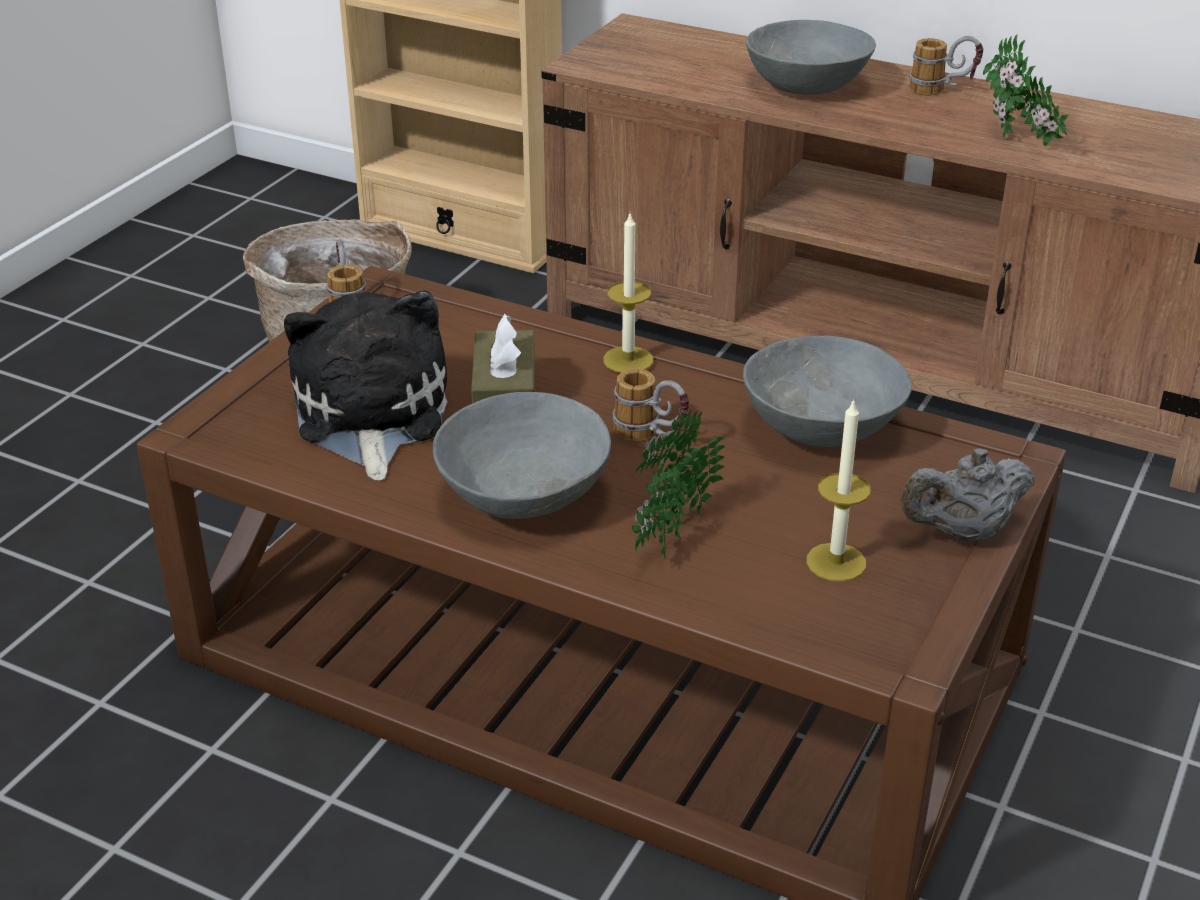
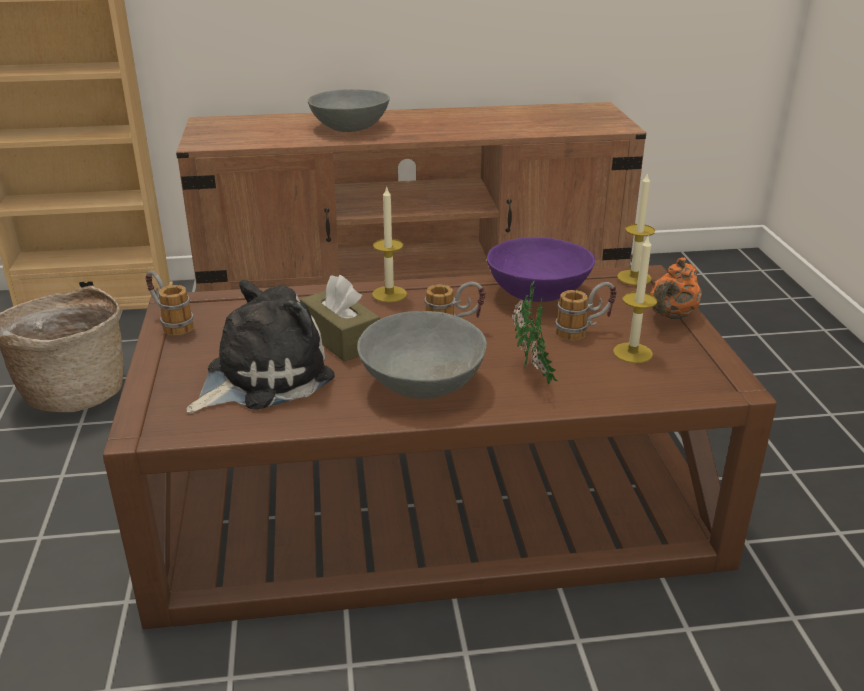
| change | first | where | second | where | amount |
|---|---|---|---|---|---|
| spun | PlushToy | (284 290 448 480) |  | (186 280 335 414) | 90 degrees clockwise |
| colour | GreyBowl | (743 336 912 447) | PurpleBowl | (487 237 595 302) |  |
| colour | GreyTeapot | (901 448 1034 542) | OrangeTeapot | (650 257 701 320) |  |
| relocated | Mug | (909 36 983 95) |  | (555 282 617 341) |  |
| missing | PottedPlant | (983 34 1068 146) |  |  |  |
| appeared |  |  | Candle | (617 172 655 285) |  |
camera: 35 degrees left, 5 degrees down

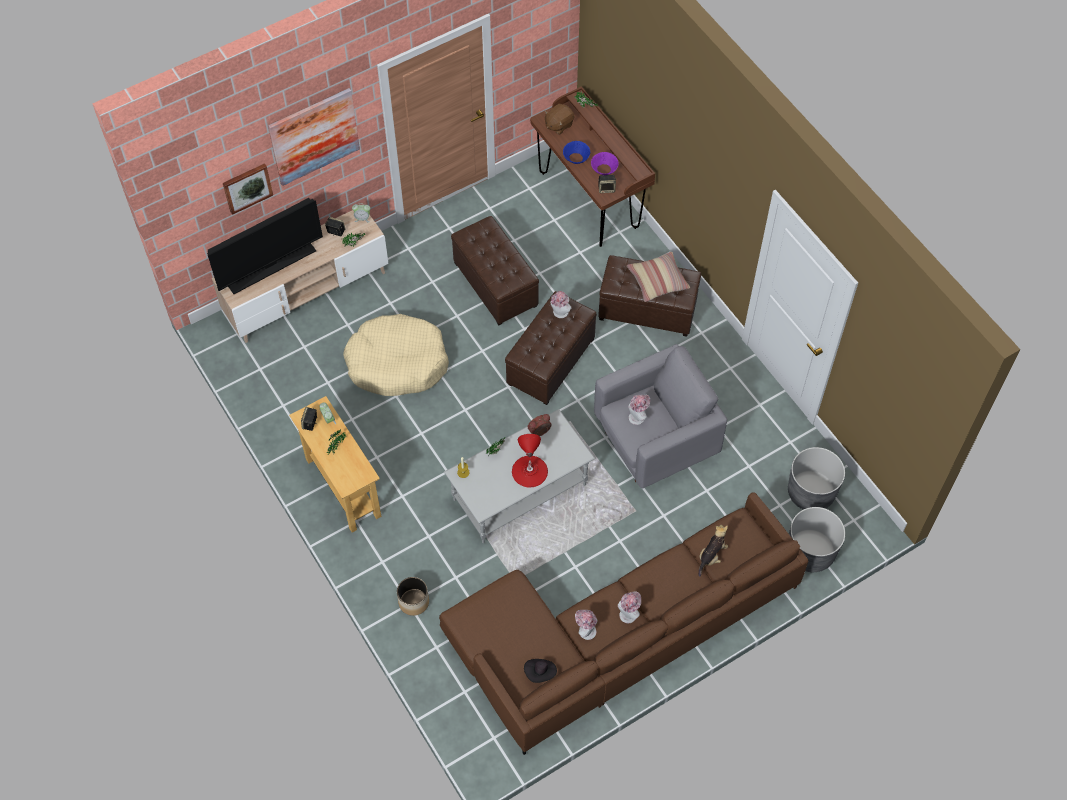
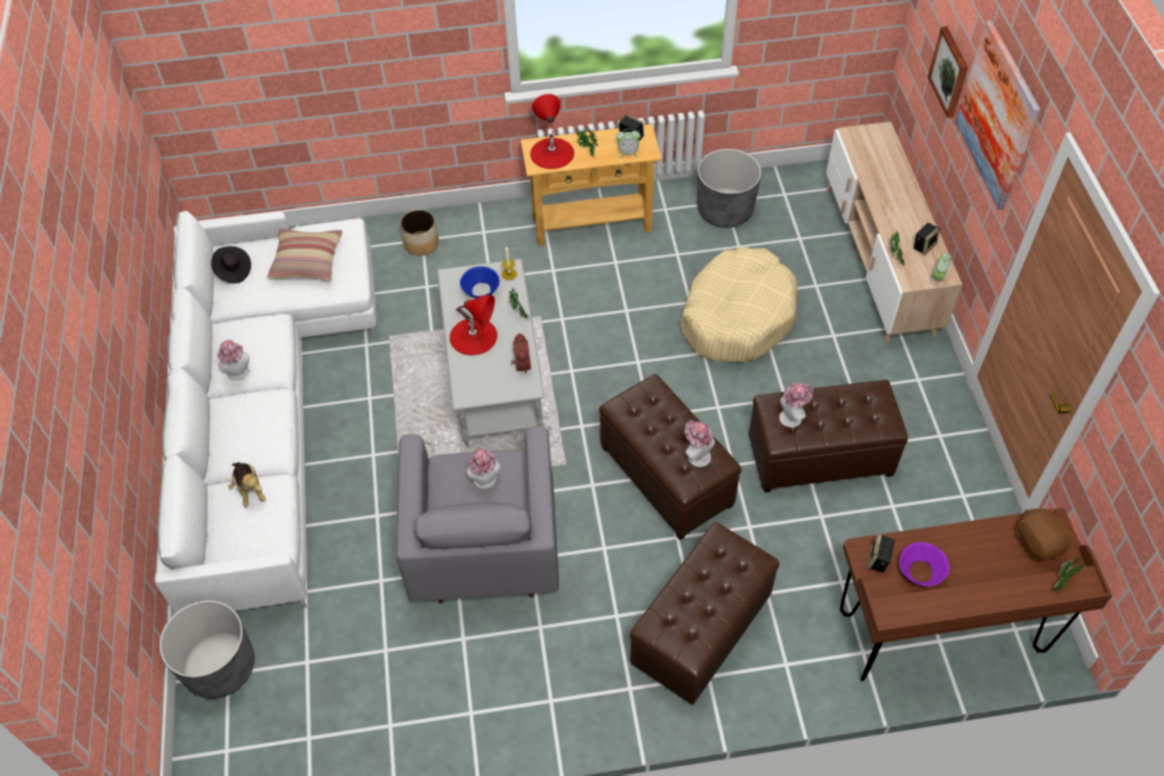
| change | first | where | second | where | amount |
|---|---|---|---|---|---|
| missing | Television | (207 198 323 294) |  |  |  |
| colour | BrownSofa | (439 492 808 755) | WhiteSofa | (155 211 377 613) |  |
| relocated | BlueBowl | (563 141 590 164) |  | (460 266 500 298) |  |
| relocated | Hat | (575 610 597 640) |  | (779 383 813 428) |  |
| relocated | Pillow | (627 252 690 302) |  | (267 229 342 281) |  |
| relocated | GreyPlanter | (788 447 845 509) |  | (697 149 761 228) |  |
| appeared |  |  | RedTableLamp | (530 94 574 169) |  |
camera: 115 degrees right, 5 degrees down

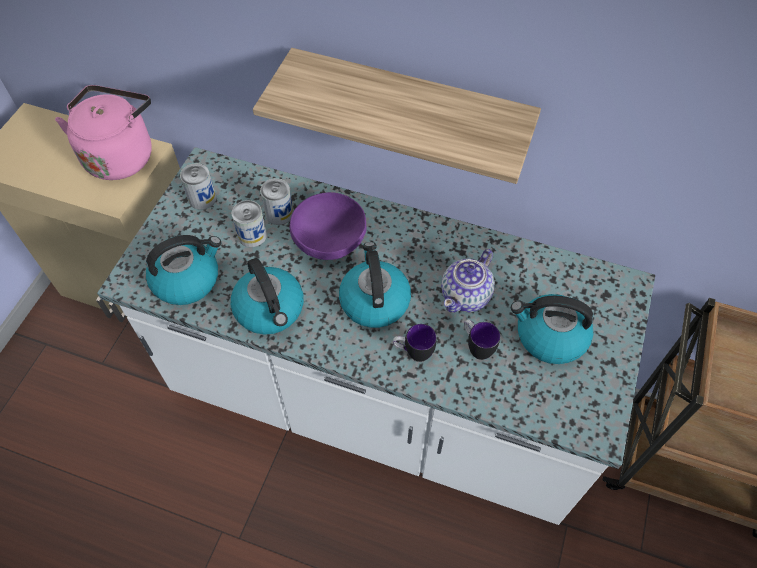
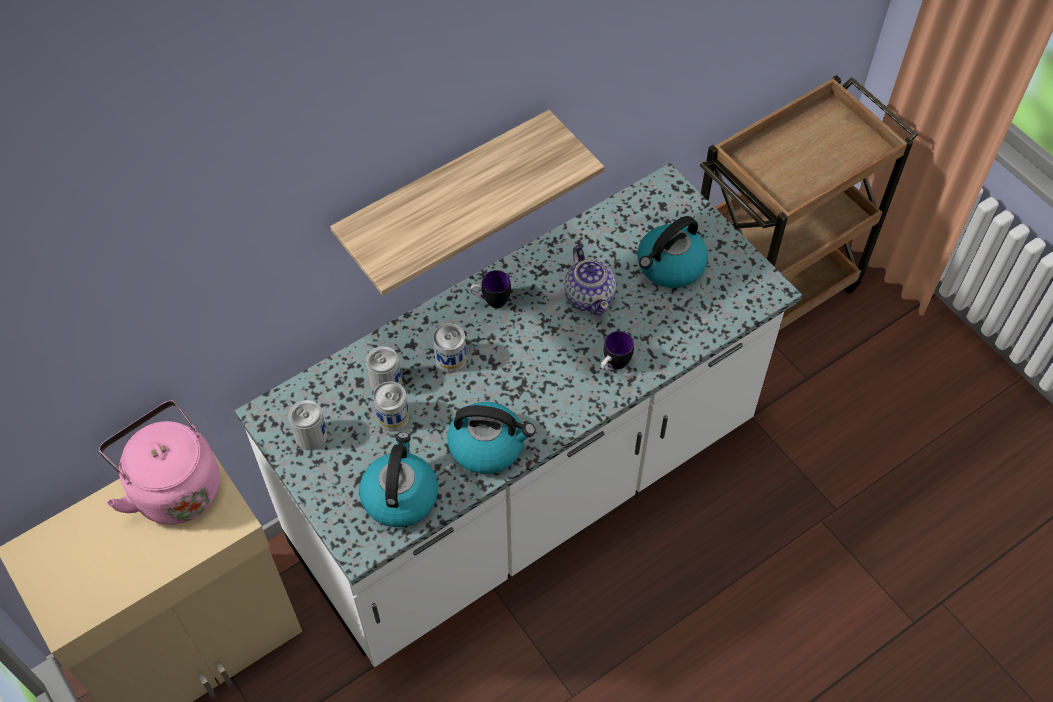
| change | first | where | second | where | amount |
|---|---|---|---|---|---|
| exchanged | PurpleBowl | (290 192 367 260) | Can | (433 323 467 373) |  |
| missing | Kettle | (339 242 411 328) |  |  |  |
| relocated | Mug | (464 319 500 360) |  | (470 270 511 308) |  |
camera: 55 degrees left, 0 degrees up

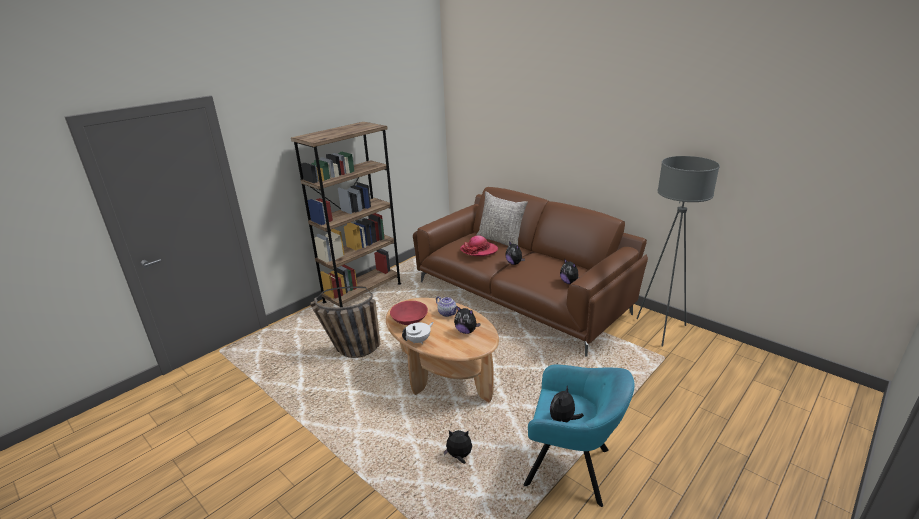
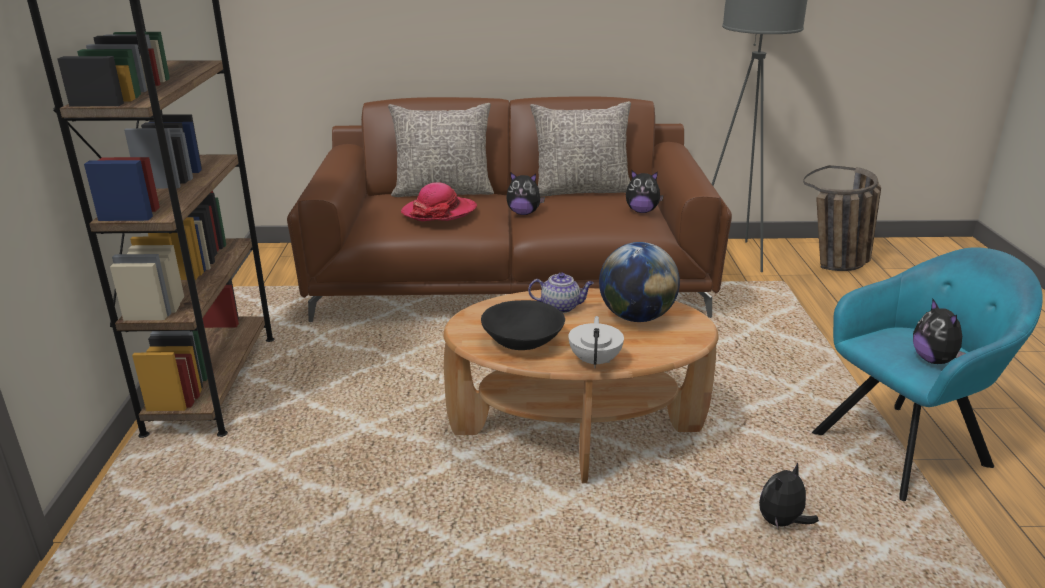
| change | first | where | second | where | amount |
|---|---|---|---|---|---|
| relocated | Basket | (311 286 380 358) |  | (803 165 881 271) |  |
| colour | RedBowl | (390 301 428 325) | BlackBowl | (481 300 565 350) |  |
| exchanged | PlushToy | (454 306 481 334) | Globe | (599 242 680 322) |  |
| appeared |  |  | GreyPillow | (530 101 631 197) |  |
camera: 45 degrees left, 0 degrees up

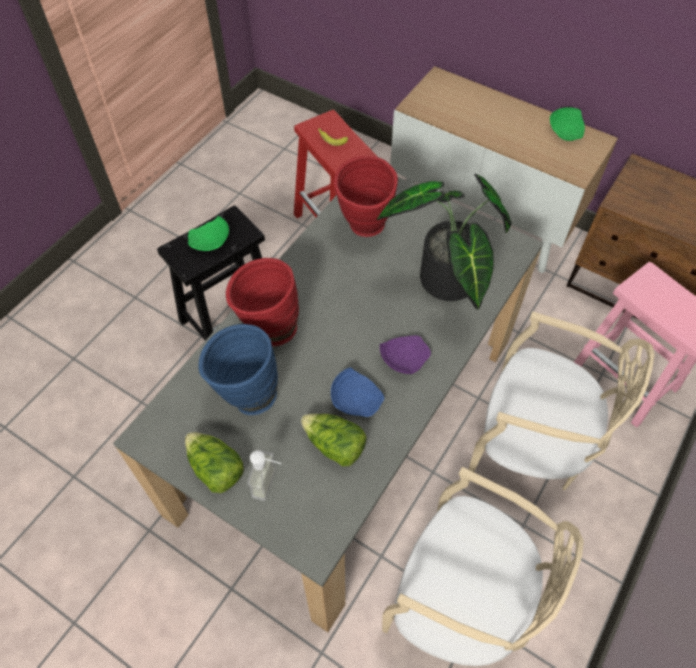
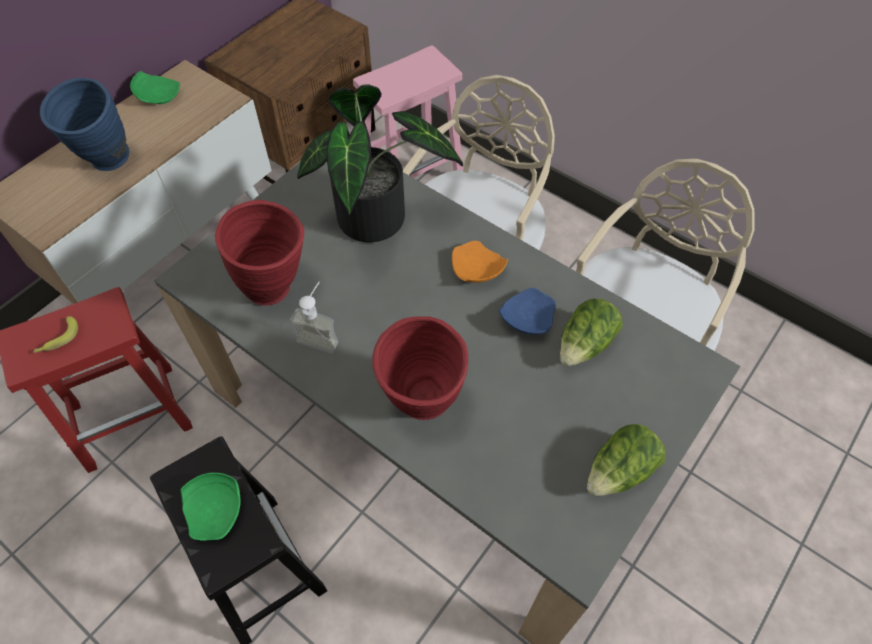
| change | first | where | second | where | amount |
|---|---|---|---|---|---|
| relocated | BlueVase | (199 324 278 415) |  | (40 78 129 171) |  |
| relocated | SoapDispenser | (247 450 282 501) |  | (290 282 338 353) |  |
| colour | PurplePlate | (380 335 431 374) | OrangePlate | (452 241 508 283) |  |
camera: 85 degrees left, 0 degrees up

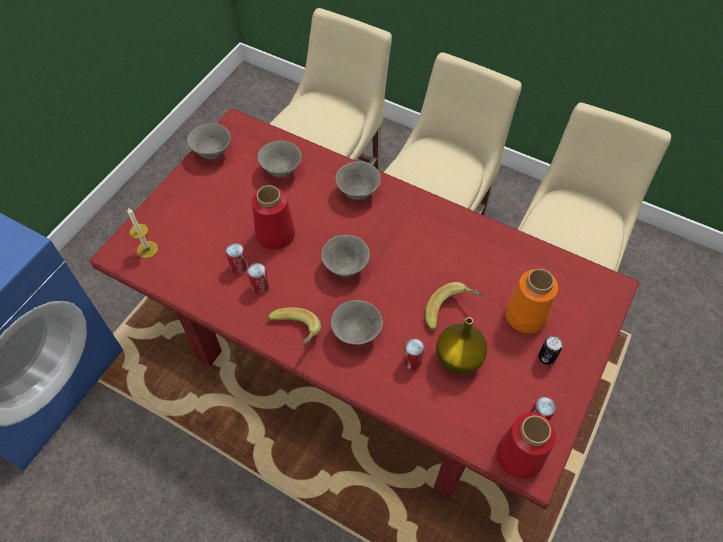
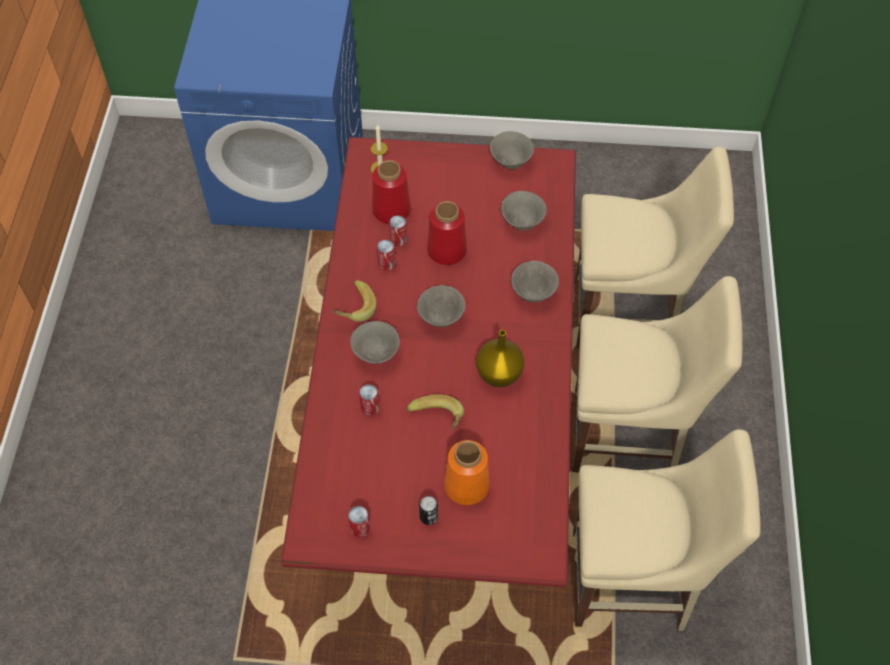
| change | first | where | second | where | amount |
|---|---|---|---|---|---|
| relocated | YellowVase | (436 317 487 374) |  | (476 330 524 387) |  |
| relocated | RedVase | (497 413 556 479) |  | (372 160 411 224) |  |
camera: 65 degrees right, 0 degrees up

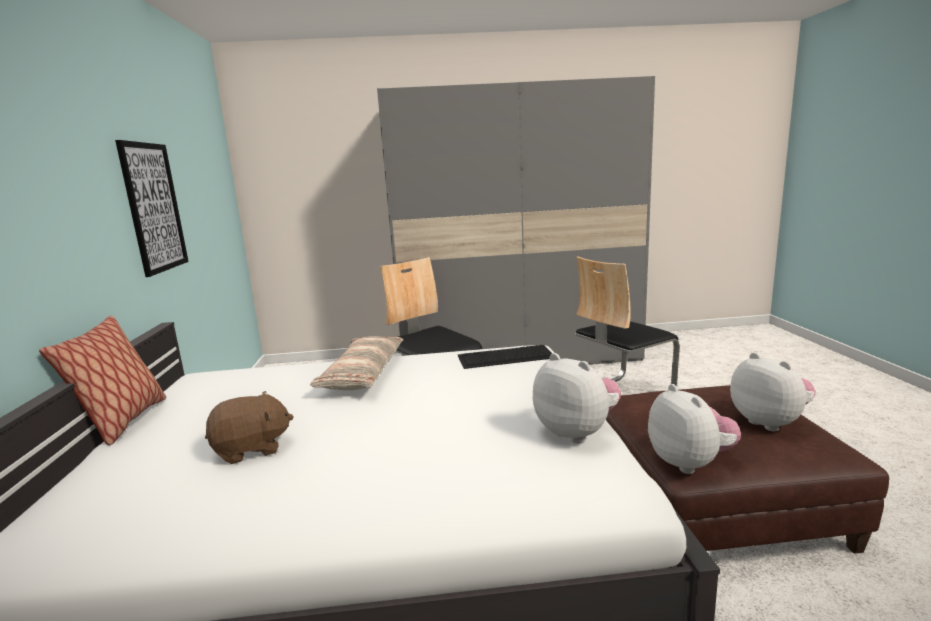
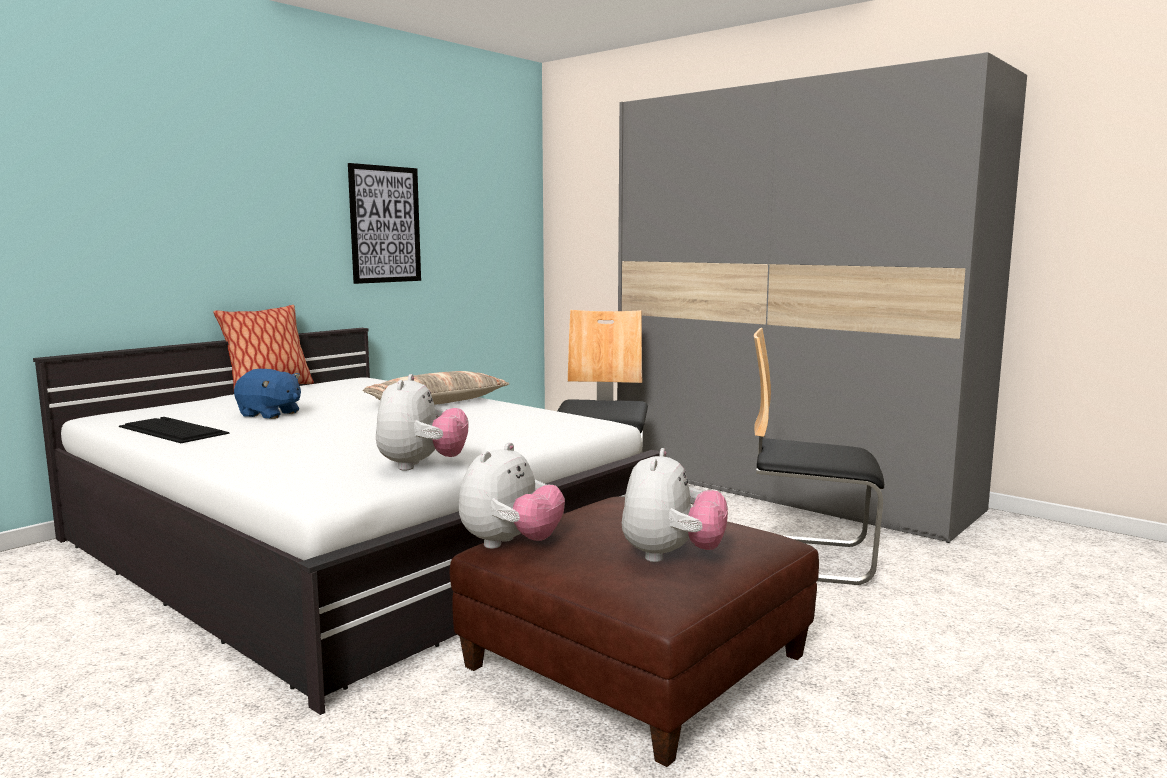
| change | first | where | second | where | amount |
|---|---|---|---|---|---|
| colour | BrownPlushToy | (205 391 294 464) | BluePlushToy | (234 369 301 419) |  |
| relocated | Keyboard | (458 345 552 369) |  | (119 417 230 443) |  |
camera: 45 degrees right, 5 degrees down

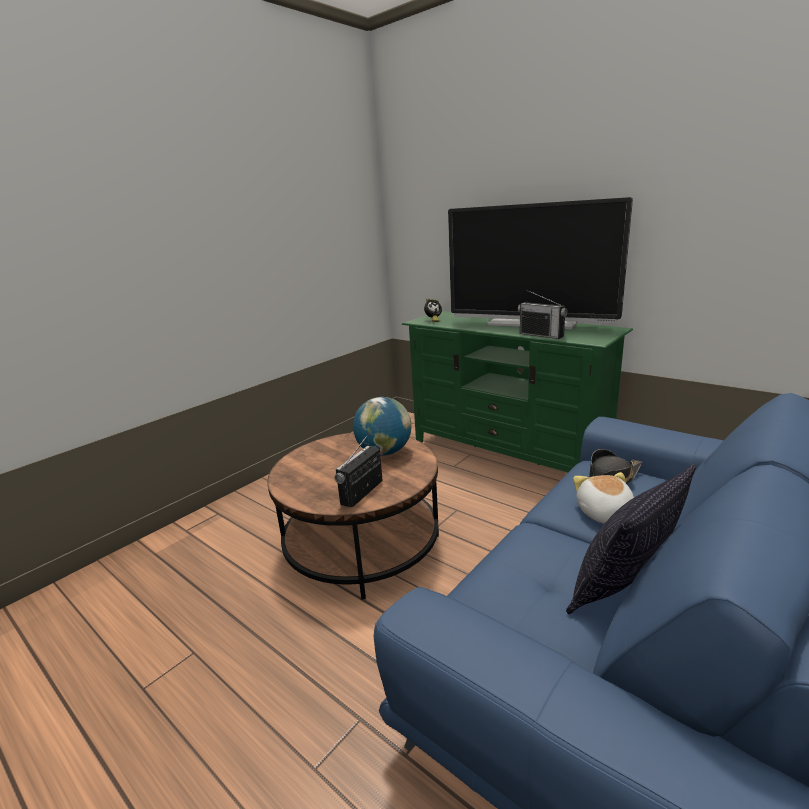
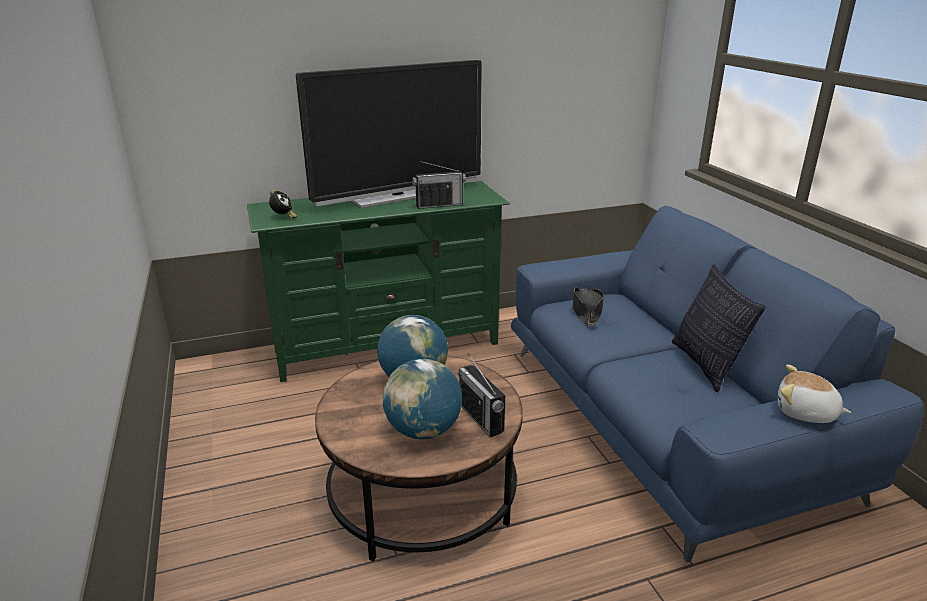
| change | first | where | second | where | amount |
|---|---|---|---|---|---|
| relocated | PlushToy | (573 472 634 524) |  | (778 365 851 423) |  |
| appeared |  |  | Globe | (383 359 462 439) |  |
camera: 60 degrees left, 5 degrees up

